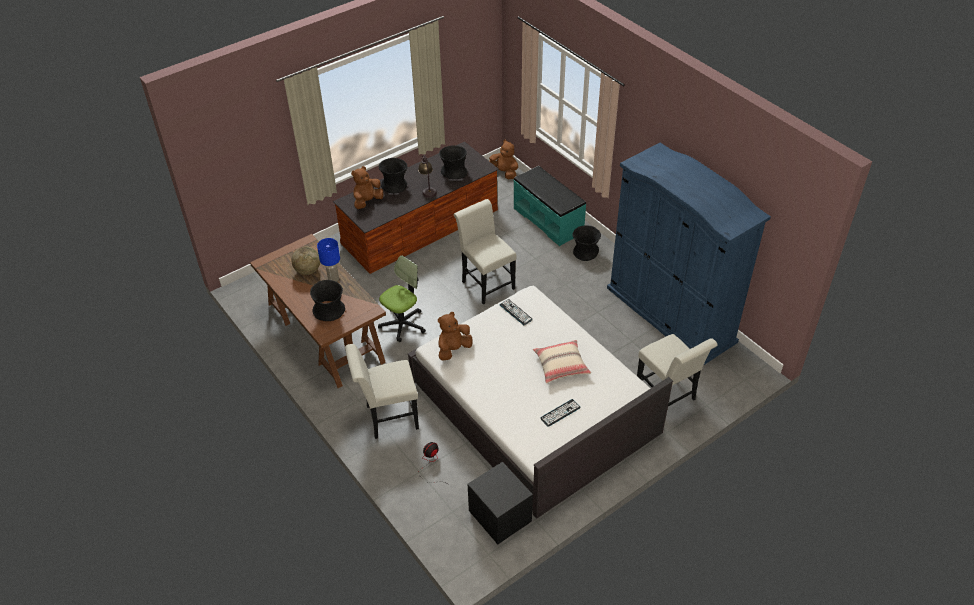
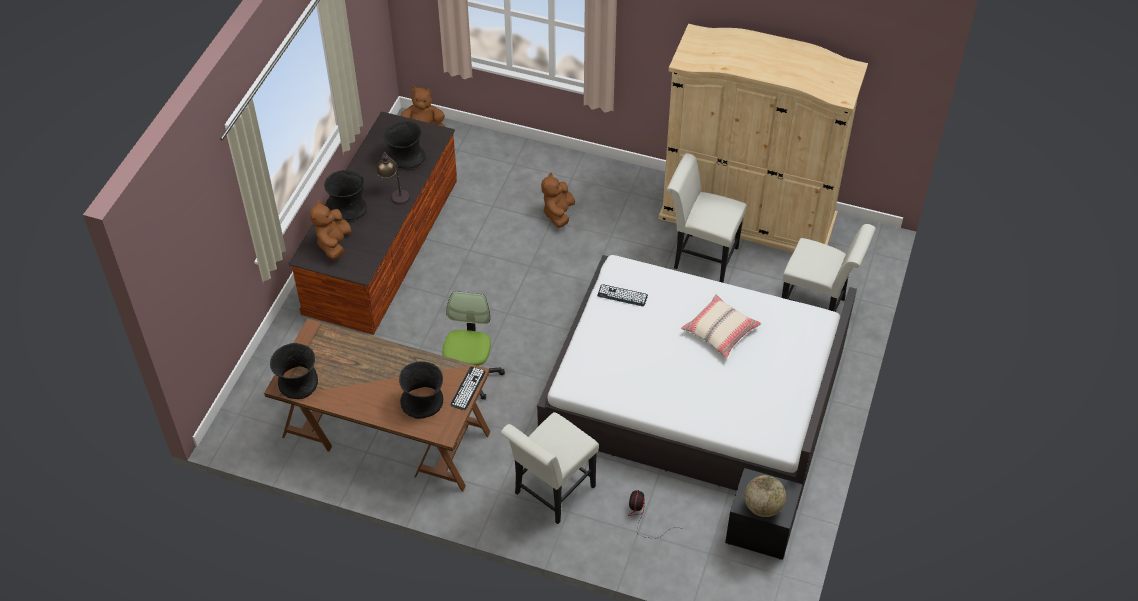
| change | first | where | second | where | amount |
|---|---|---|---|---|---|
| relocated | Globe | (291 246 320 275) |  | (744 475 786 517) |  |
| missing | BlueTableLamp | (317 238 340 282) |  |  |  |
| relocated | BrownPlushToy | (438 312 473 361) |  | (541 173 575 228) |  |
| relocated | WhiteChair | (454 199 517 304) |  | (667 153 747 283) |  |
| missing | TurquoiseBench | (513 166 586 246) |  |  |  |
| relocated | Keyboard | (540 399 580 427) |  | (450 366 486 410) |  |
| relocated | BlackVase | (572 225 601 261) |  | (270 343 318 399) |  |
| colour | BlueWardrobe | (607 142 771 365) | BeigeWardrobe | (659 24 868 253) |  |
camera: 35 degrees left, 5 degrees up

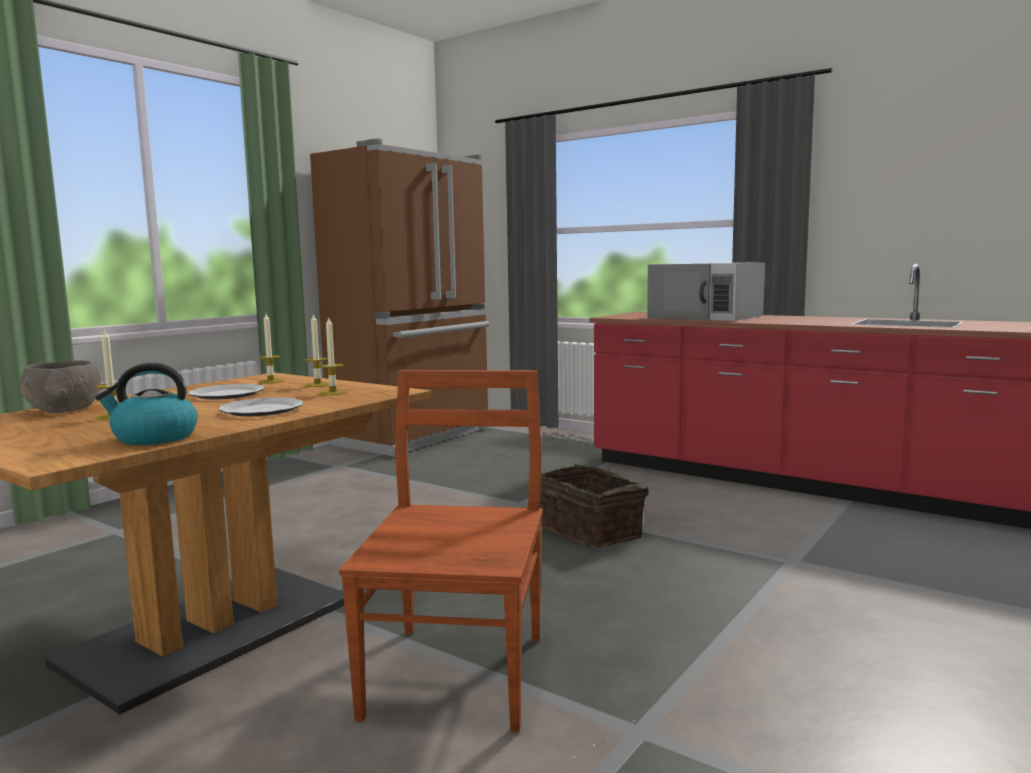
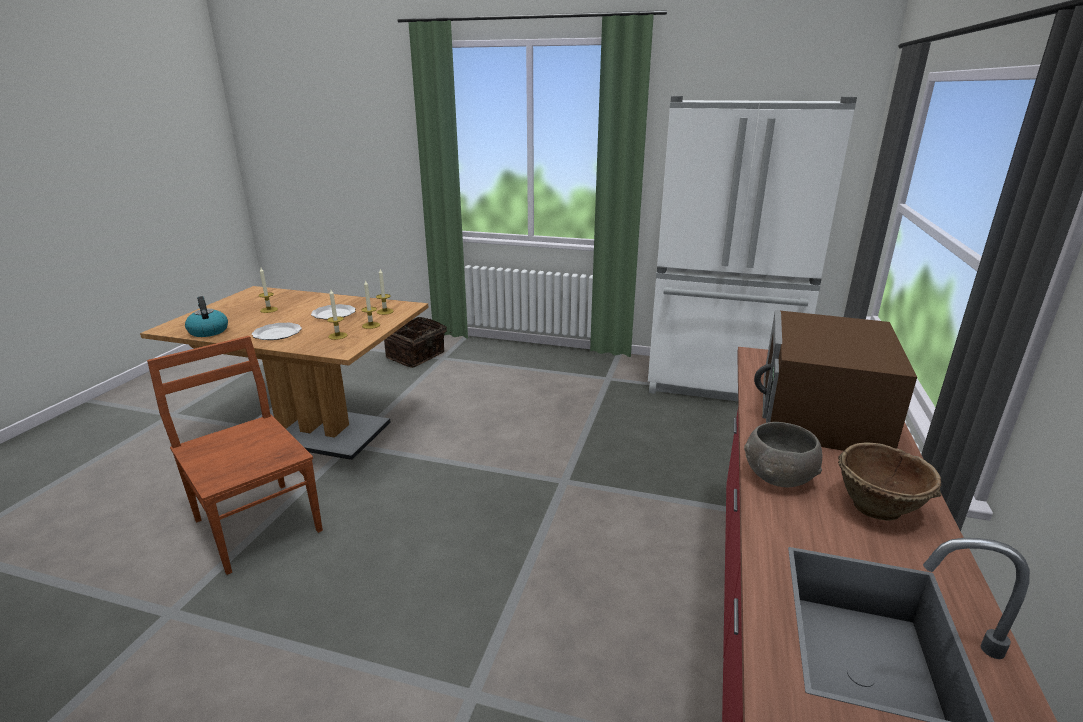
| change | first | where | second | where | amount |
|---|---|---|---|---|---|
| relocated | GreyBowl | (20 360 102 413) |  | (744 422 822 487) |  |
| colour | BrownFridge | (310 139 490 457) | WhiteFridge | (648 96 857 401) |  |
| spun | BrownChair | (339 370 543 732) |  | (147 336 323 575) | 120 degrees counterclockwise |
| relocated | Basket | (540 464 649 548) |  | (384 317 452 368) |  |
| colour | WhiteMicrowave | (647 262 765 321) | BrownMicrowave | (754 310 917 451) |  |
| appeared |  |  | BrownBowl | (838 442 941 521) |  |
camera: 70 degrees right, 15 degrees up

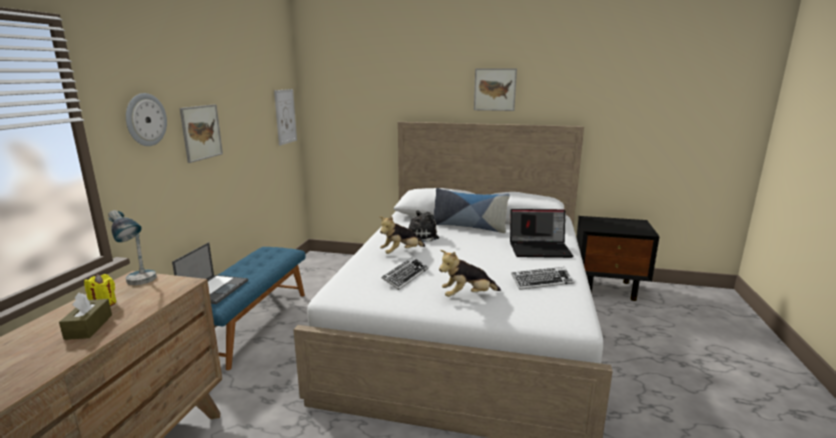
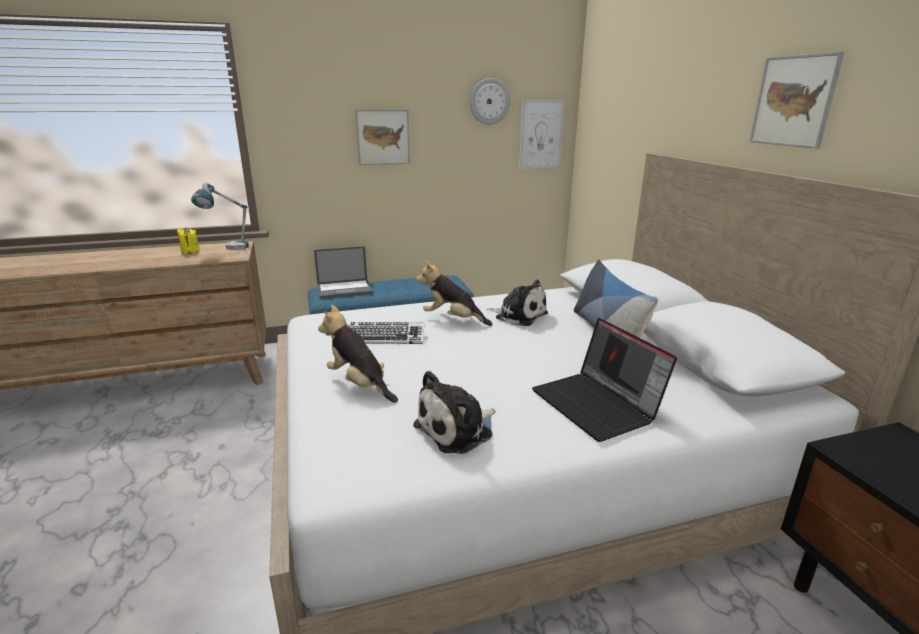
| change | first | where | second | where | amount |
|---|---|---|---|---|---|
| missing | BrownTissueBox | (59 292 112 340) |  |  |  |
| relocated | WallClock | (126 93 167 146) |  | (470 78 510 125) |  |
| exchanged | Keyboard | (511 267 575 290) | PlushToy | (413 371 496 454) |  |
camera: 60 degrees right, 5 degrees up

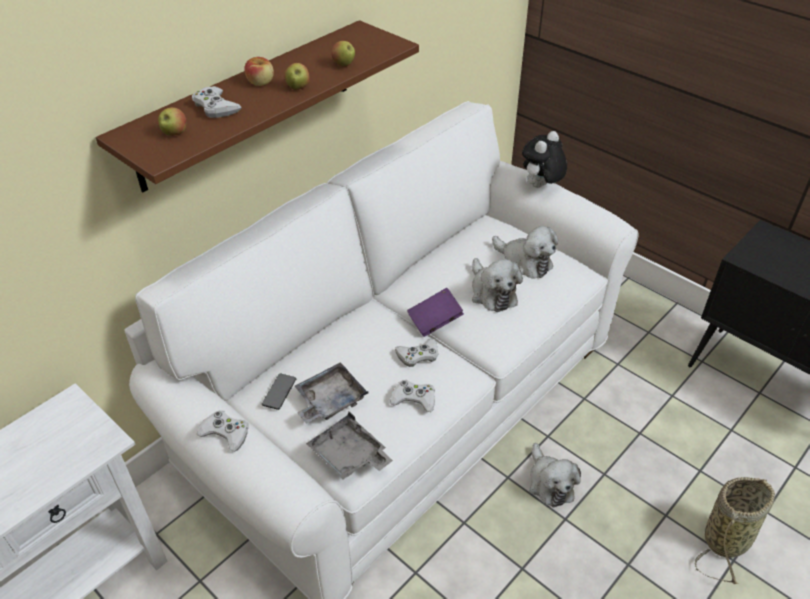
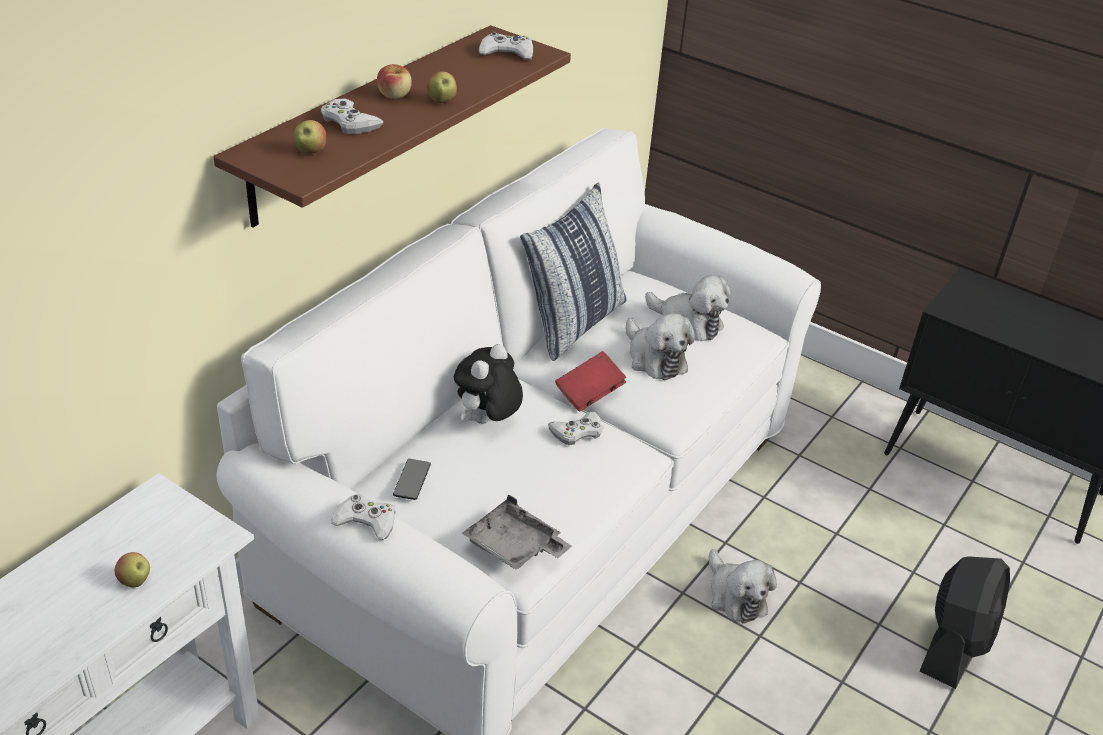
| change | first | where | second | where | amount |
|---|---|---|---|---|---|
| missing | GreyTray | (295 362 368 424) |  |  |  |
| relocated | Apple | (331 41 355 67) |  | (115 552 150 587) |  |
| relocated | WhiteGameController | (390 380 435 412) |  | (479 31 533 60) |  |
| colour | PurpleBook | (407 288 464 337) | RedBook | (555 351 626 411) |  |
| relocated | PlushToy | (522 131 567 188) |  | (454 344 523 424) |  |
| exchanged | Basket | (695 477 775 584) | BlackFan | (920 556 1010 689) |  |
| appeared |  |  | Pillow | (520 182 627 361) |  |
camera: 10 degrees left, 5 degrees down

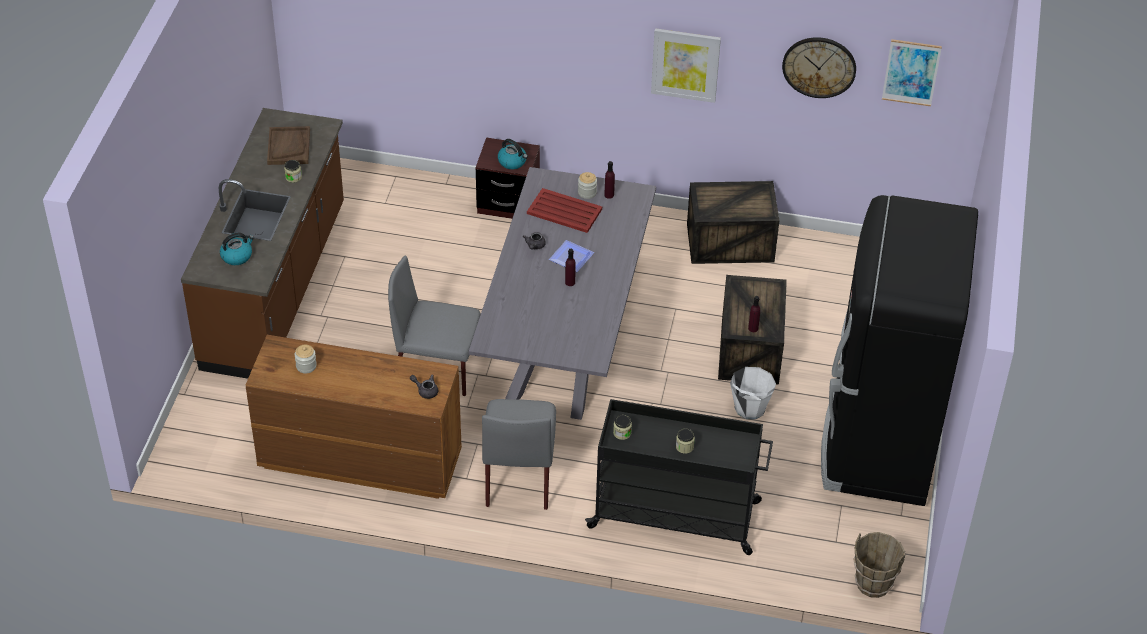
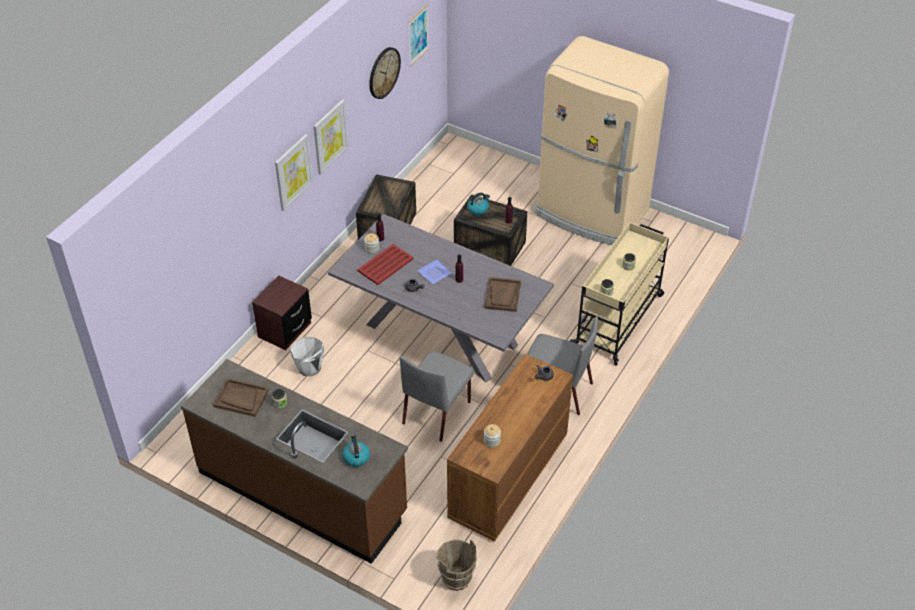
| change | first | where | second | where | amount |
|---|---|---|---|---|---|
| relocated | Kettle | (498 139 528 169) |  | (467 193 490 215) |  |
| colour | BlackCart | (585 399 773 555) | BeigeCart | (570 222 669 366) |  |
| relocated | WhiteBucket | (730 367 776 420) |  | (290 337 324 376) |  |
| colour | BlackFridge | (821 195 978 506) | BeigeFridge | (534 36 669 245) |  |
| relocated | BrownBucket | (854 532 905 598) |  | (436 539 477 591) |  |
| appeared |  |  | Picture | (275 134 313 211) |  |
| appeared |  |  | BrownTray | (484 277 521 312) |  |
camera: 70 degrees left, 0 degrees up

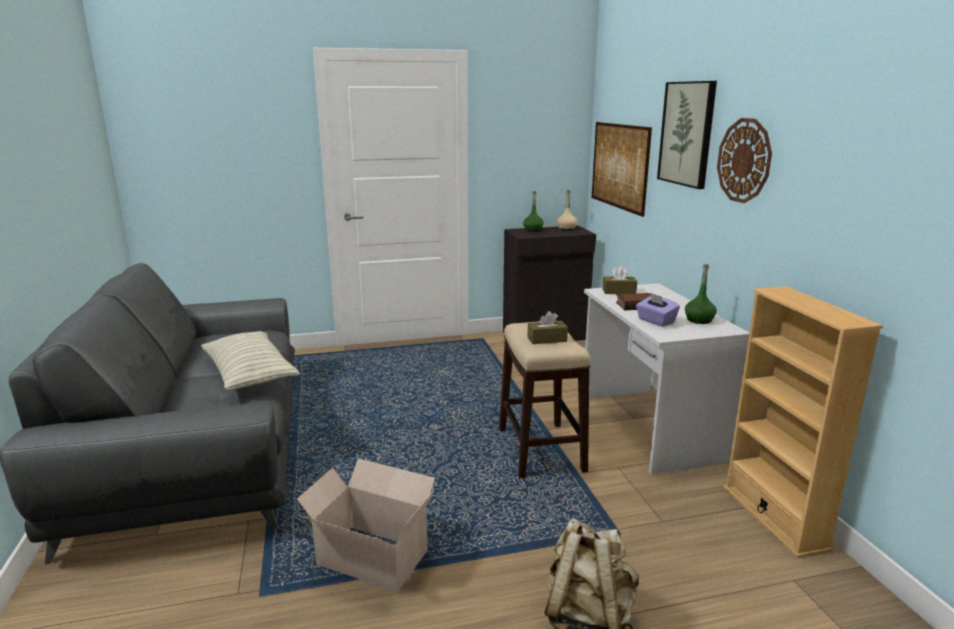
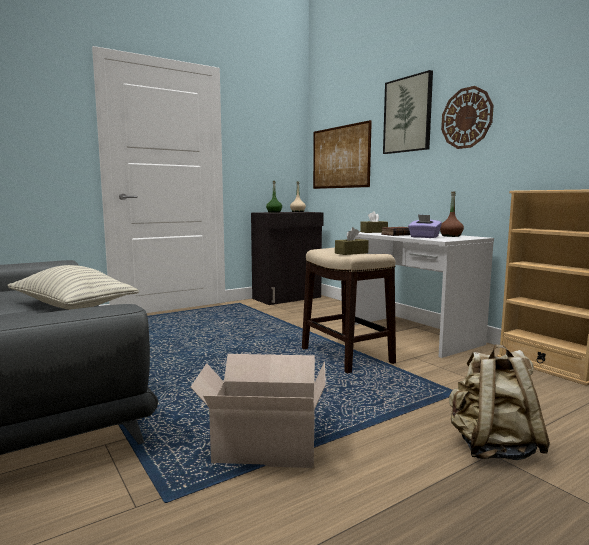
| change | first | where | second | where | amount |
|---|---|---|---|---|---|
| colour | GreenBottle | (685 264 717 324) | BrownBottle | (440 191 464 237) |  |
camera: 20 degrees left, 10 degrees down

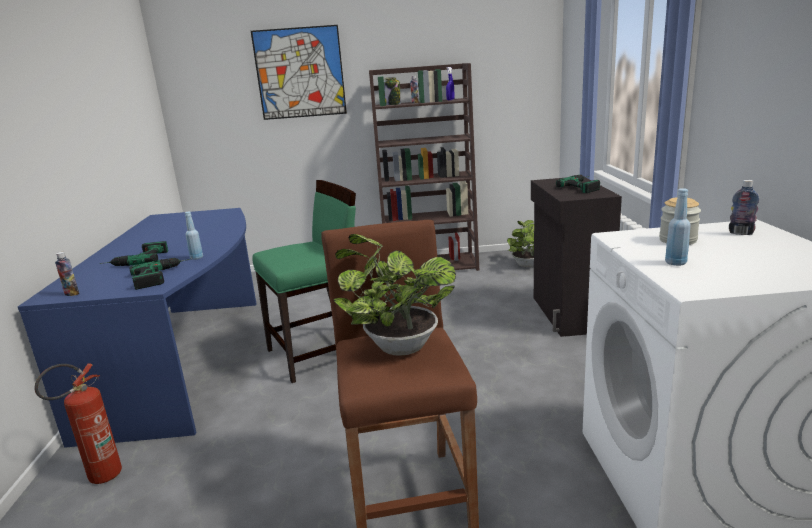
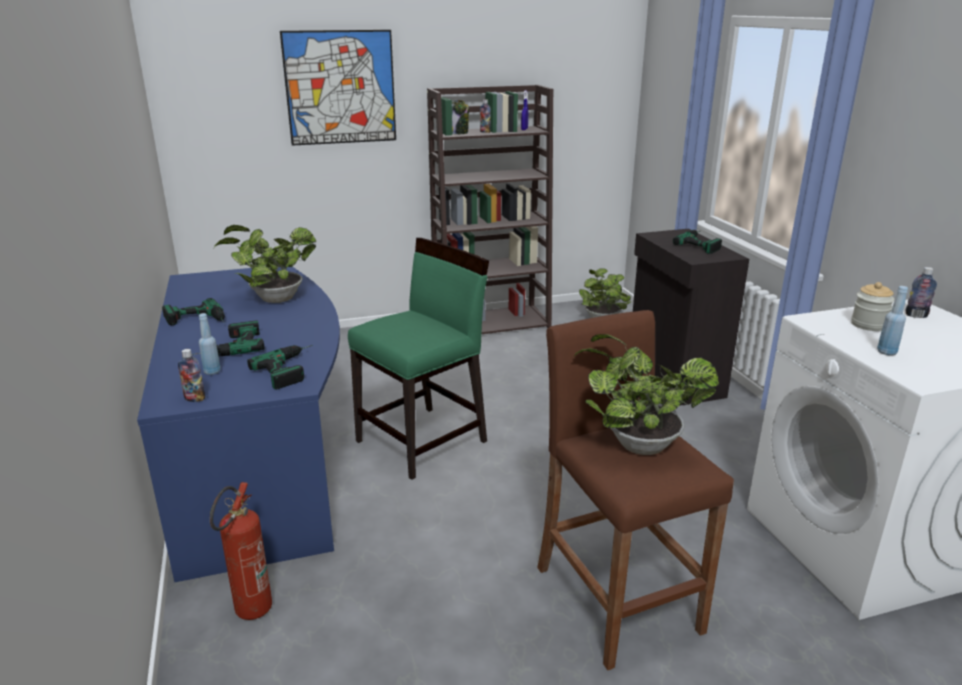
| change | first | where | second | where | amount |
|---|---|---|---|---|---|
| relocated | BlueBottle | (185 211 203 260) |  | (199 313 221 375) |  |
| appeared |  |  | PowerDrill | (162 298 225 325) |  |
| appeared |  |  | PottedPlant | (214 225 316 303) |  |
camera: 15 degrees left, 5 degrees up

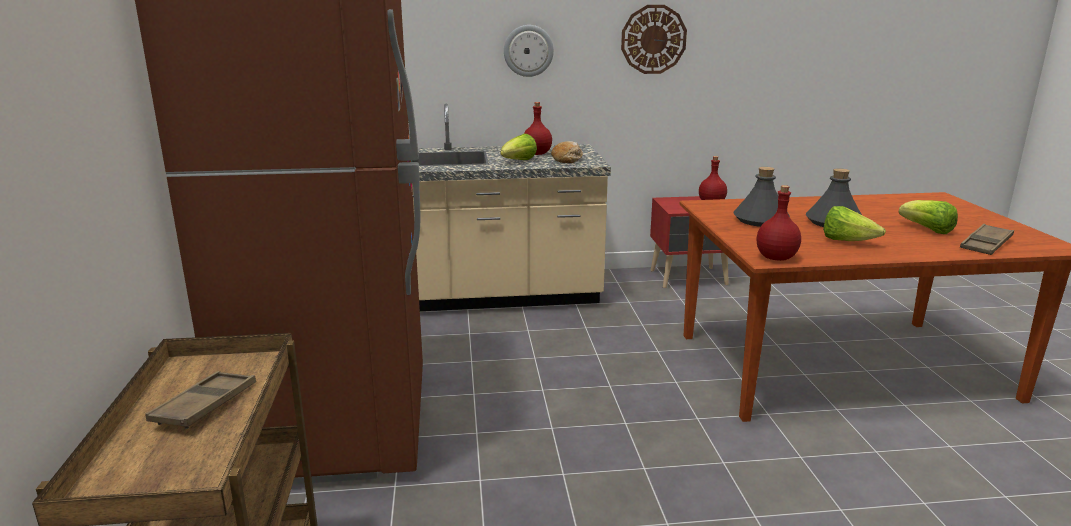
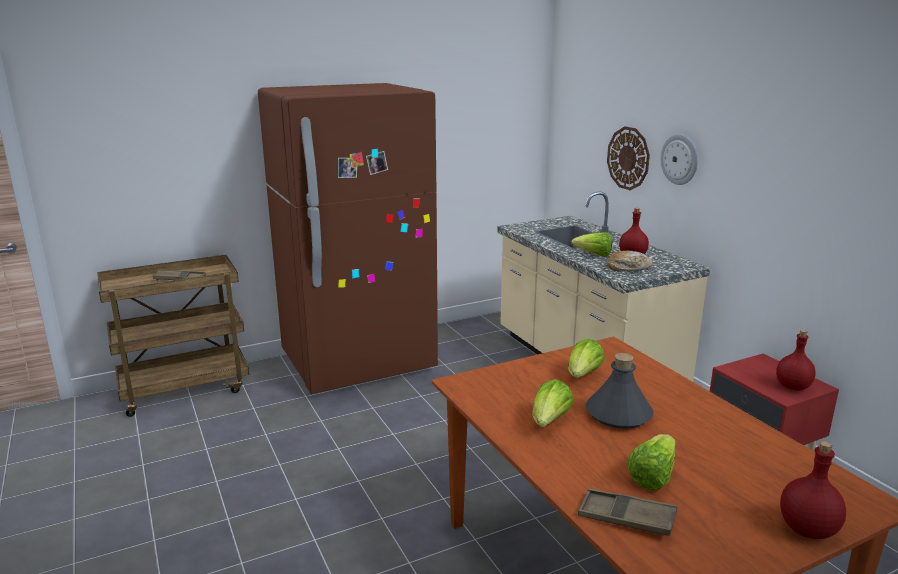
| change | first | where | second | where | amount |
|---|---|---|---|---|---|
| relocated | WallClock | (621 5 687 74) |  | (607 126 650 190) |  |
| exchanged | GreyBottle | (733 167 790 227) | Lettuce | (568 339 605 378) |  |
| relocated | RedBottle | (757 185 801 261) |  | (780 441 846 539) |  |
camera: 70 degrees right, 0 degrees up

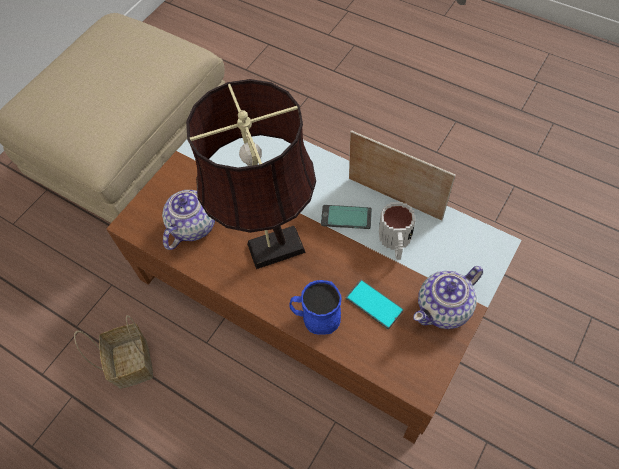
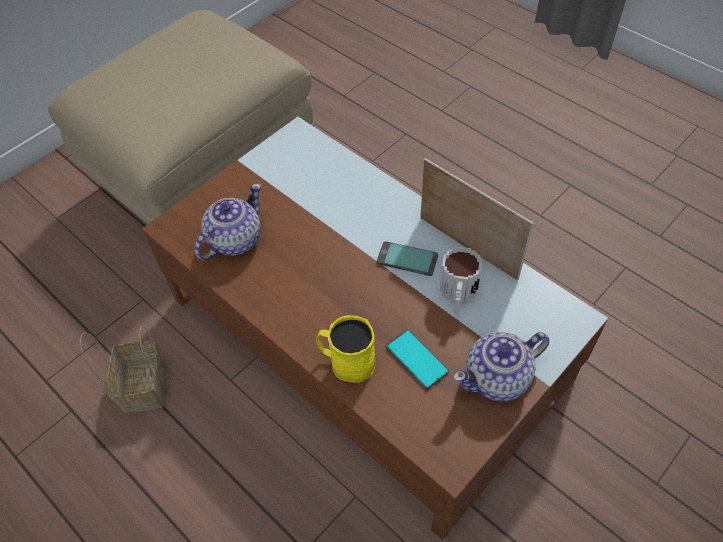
| change | first | where | second | where | amount |
|---|---|---|---|---|---|
| missing | BrownTableLamp | (186 79 316 269) |  |  |  |
| colour | BlueMug | (289 280 342 335) | YellowMug | (316 315 375 383) |  |
camera: 10 degrees right, 5 degrees down

